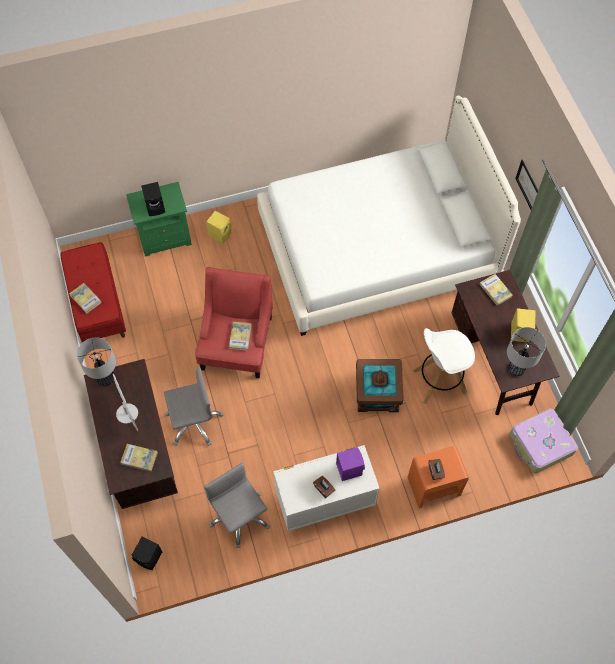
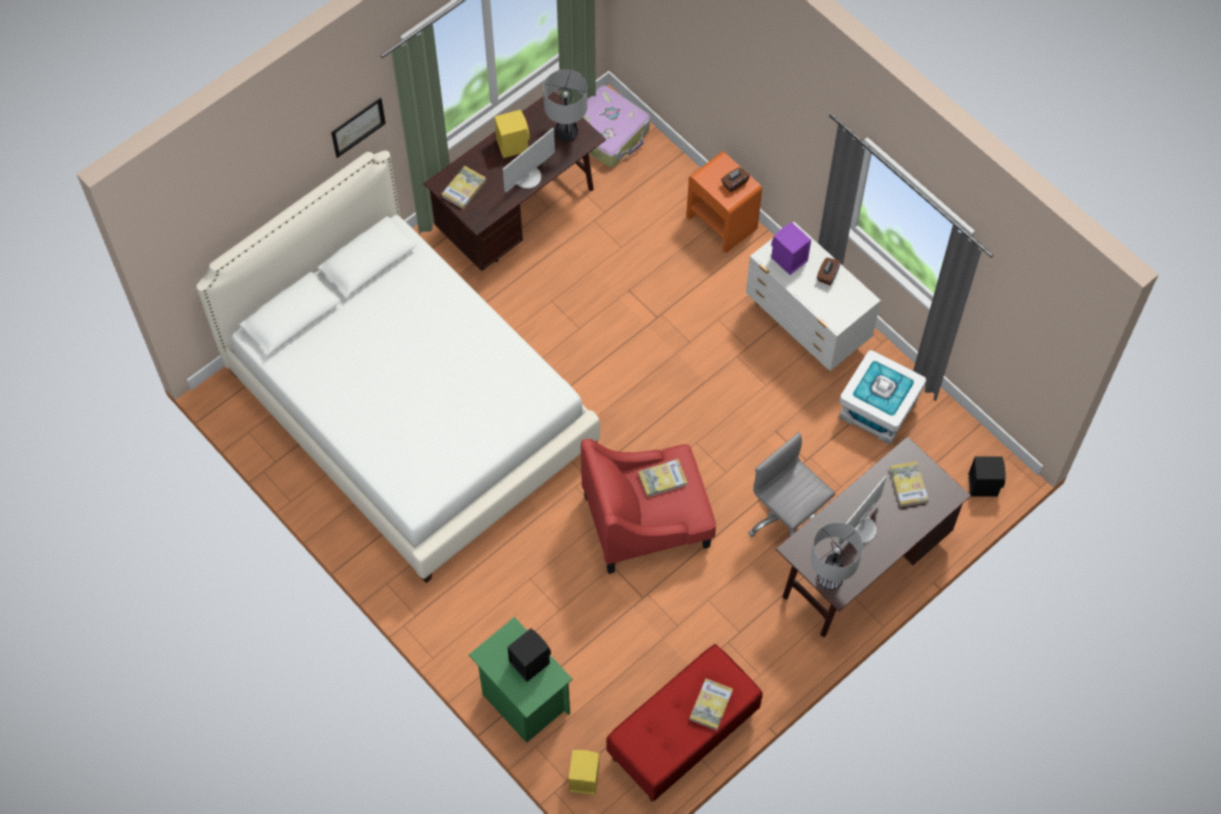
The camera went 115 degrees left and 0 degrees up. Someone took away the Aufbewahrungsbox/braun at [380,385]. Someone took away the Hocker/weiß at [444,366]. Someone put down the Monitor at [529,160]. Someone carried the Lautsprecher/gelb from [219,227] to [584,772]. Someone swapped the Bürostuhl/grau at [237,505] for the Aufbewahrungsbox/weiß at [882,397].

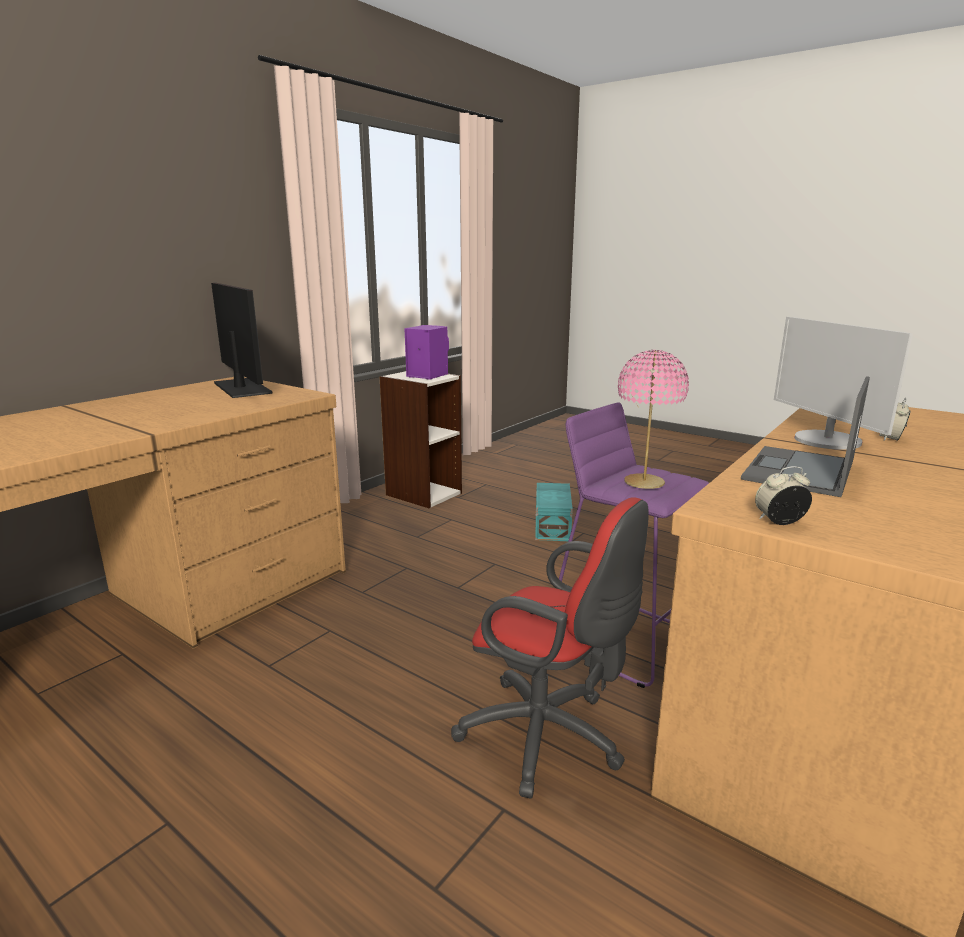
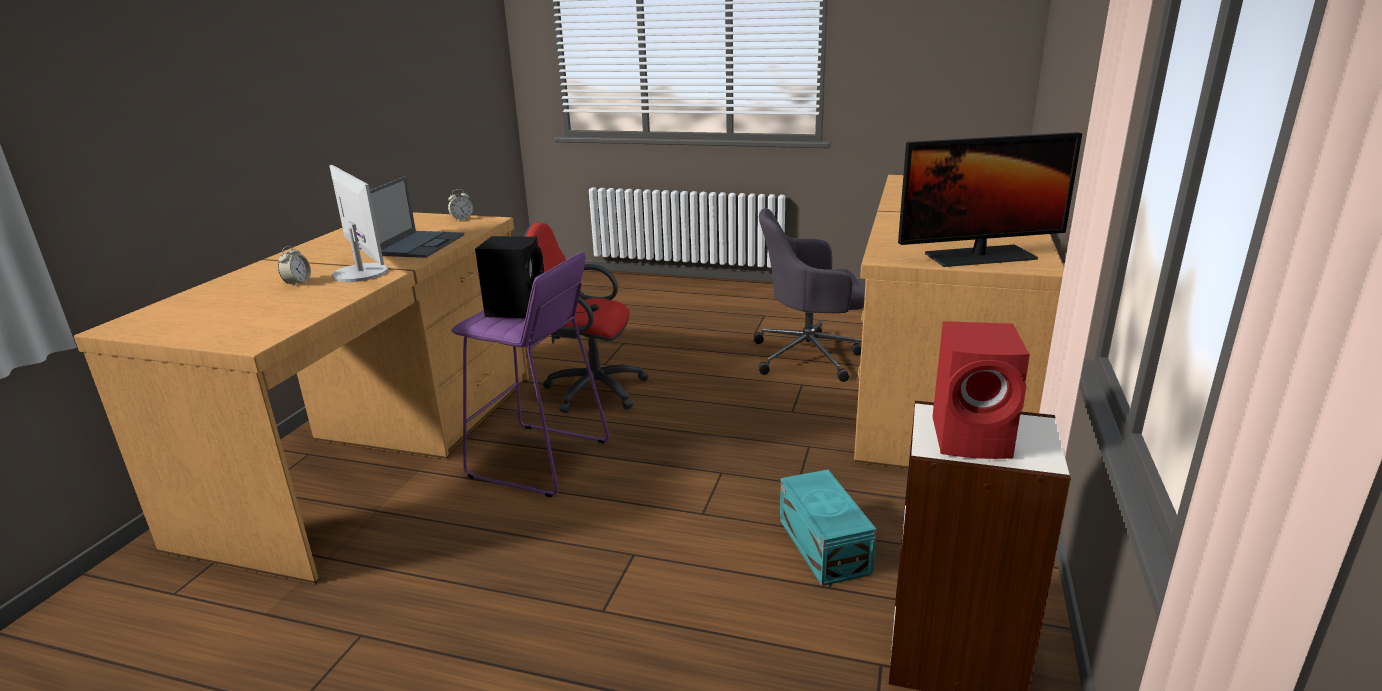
The camera went 160 degrees right and 5 degrees up. Someone put down the Bürostuhl/grau at [809,295]. Someone carried the Aufbewahrungsbox/türkis from [554,512] to [828,528]. Someone swapped the Tischlampe/rosa at [653,419] for the Lautsprecher/schwarz at [509,277]. Someone repainted the Lautsprecher/lila at [426,352], which became the Lautsprecher/rot at [981,390]. Someone rotated the Monitor at [242,340] by 45 degrees counterclockwise.

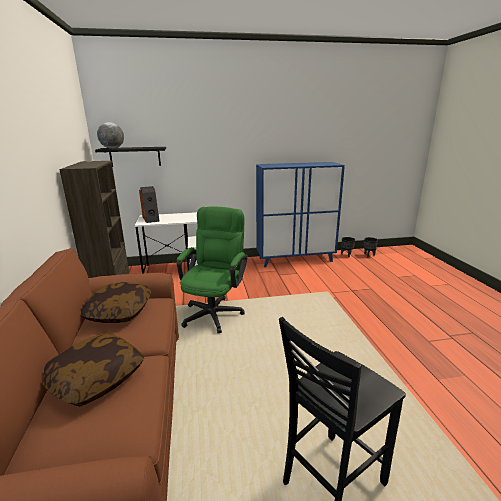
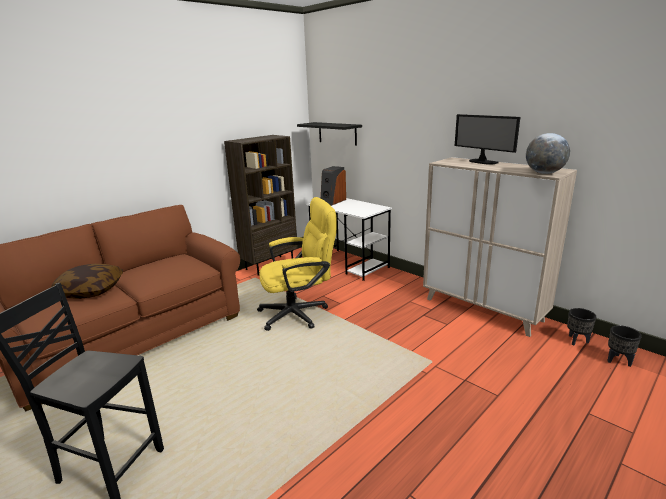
The camera went 55 degrees right and 0 degrees up. Someone took away the Kissen at [116,302]. Someone put down the Monitor at [487,139]. Someone carried the Globus from [110,135] to [548,153]. Someone repainted the Bürostuhl/grün at [212,270], which became the Bürostuhl/gelb at [297,264]. Someone repainted the Schrank/blau at [300,214], which became the Schrank/beige at [500,247].

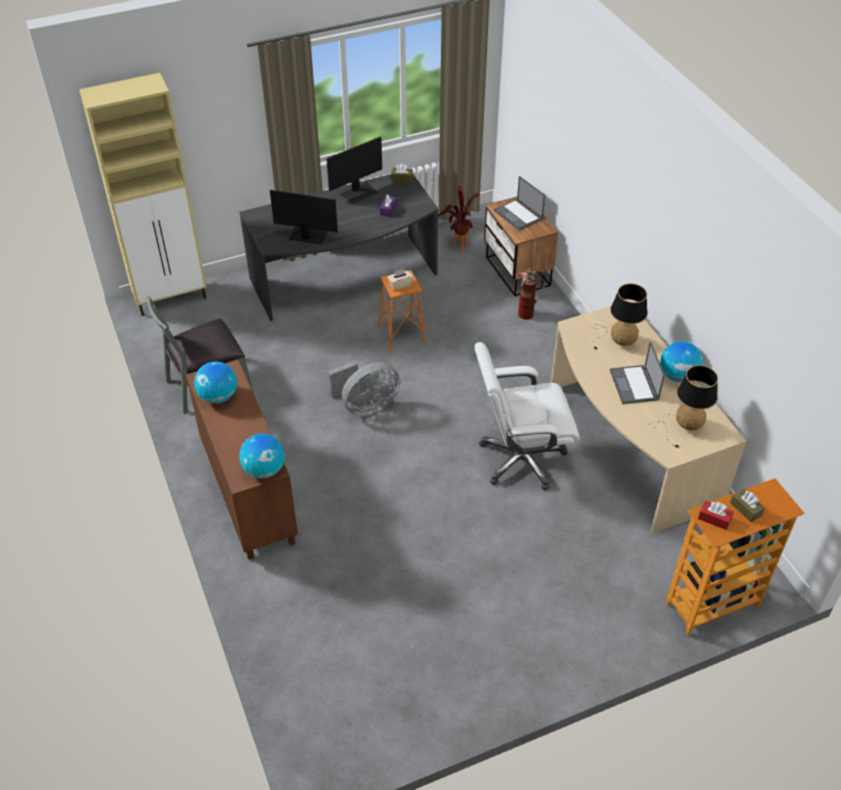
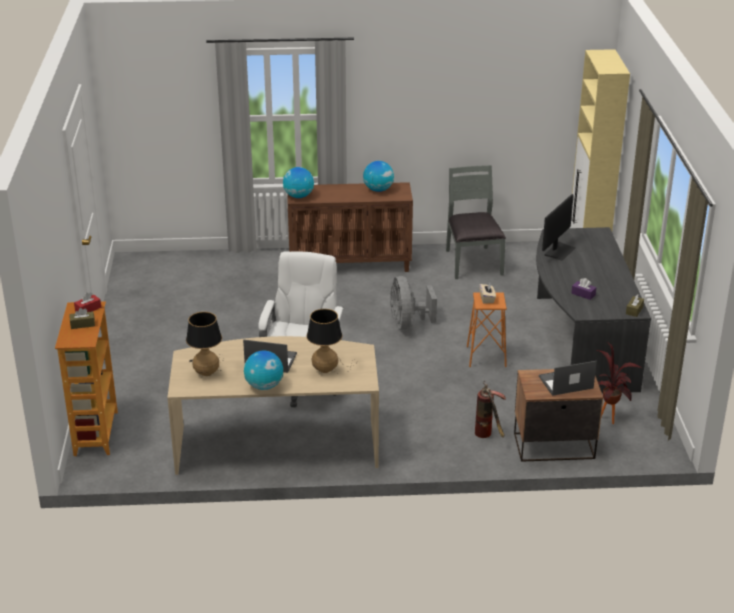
The camera went 110 degrees right and 15 degrees down. Someone took away the Monitor at [354,170].

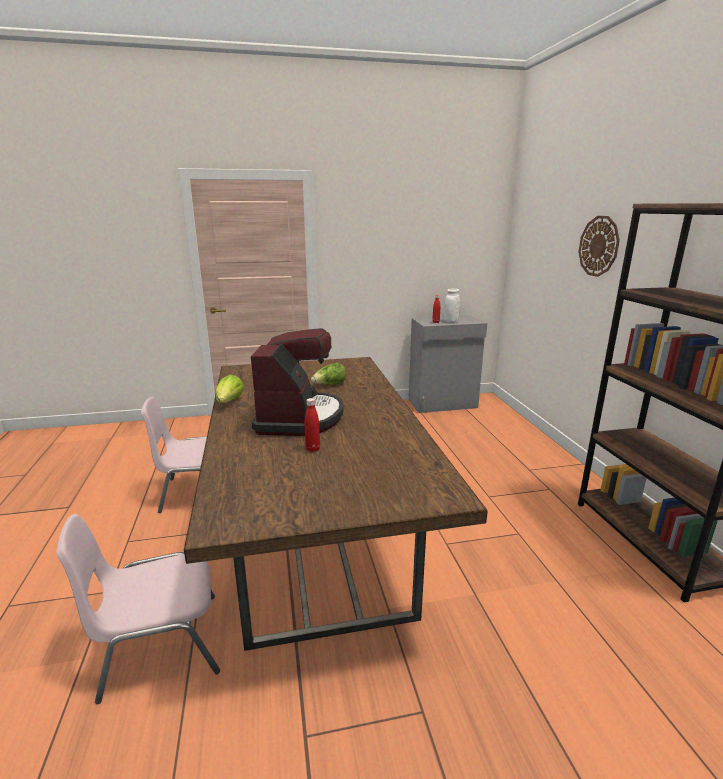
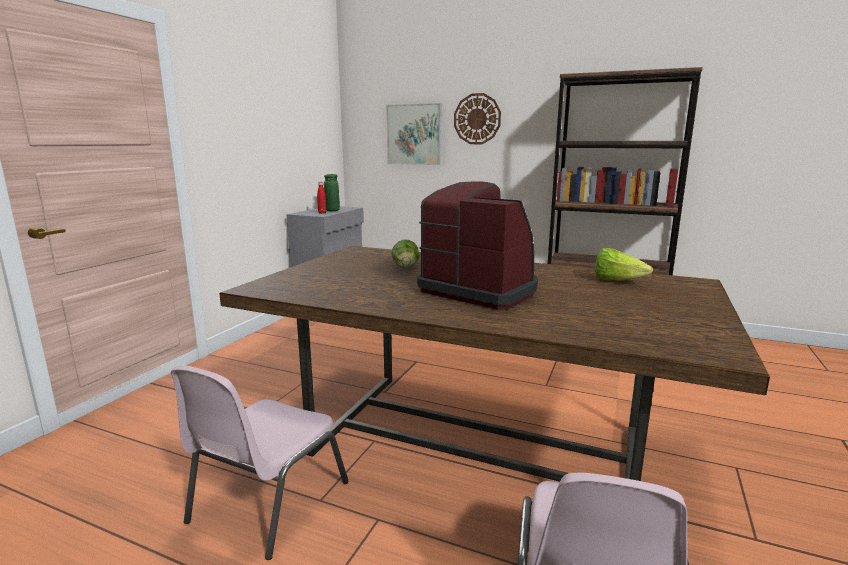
The camera went 55 degrees left and 5 degrees down. Someone took away the Flasche/rot at [312,425]. Someone put up the Bild at [414,134]. Someone carried the Salatkopf from [230,389] to [623,264]. Someone repainted the Vase/weiß at [452,305], which became the Vase/grün at [332,192].

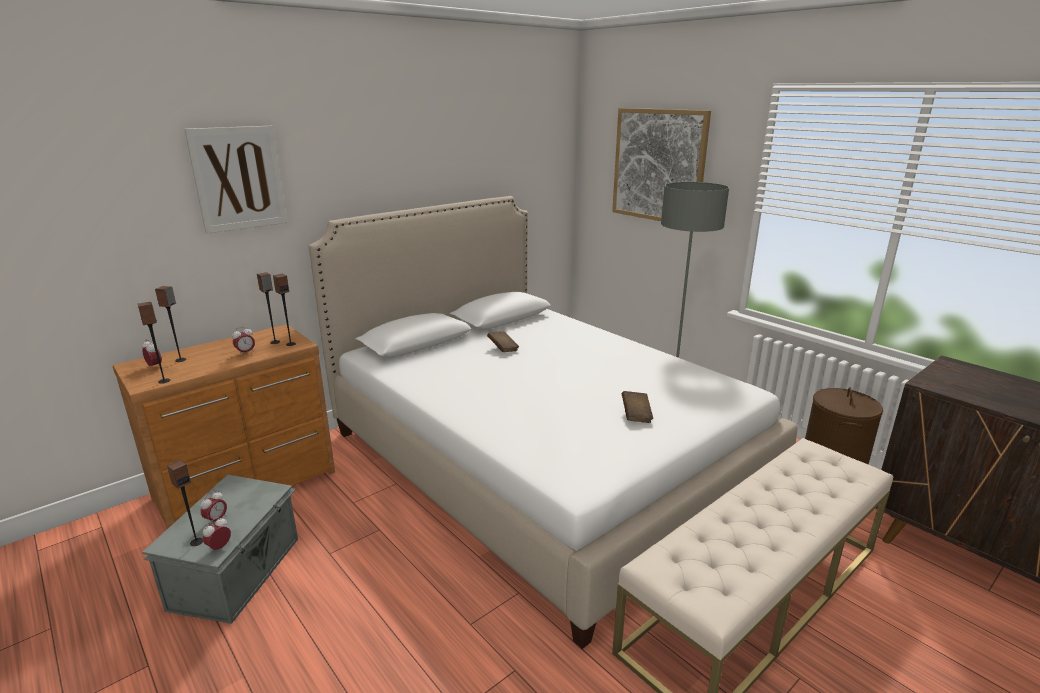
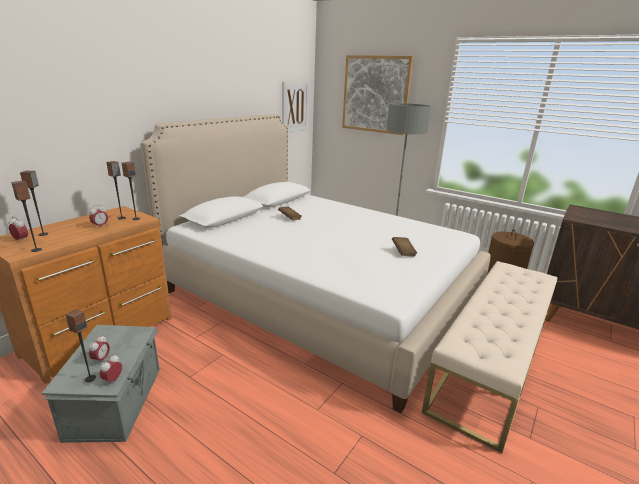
The camera went 15 degrees left and 0 degrees up. Someone carried the Bild from [235,180] to [295,107].

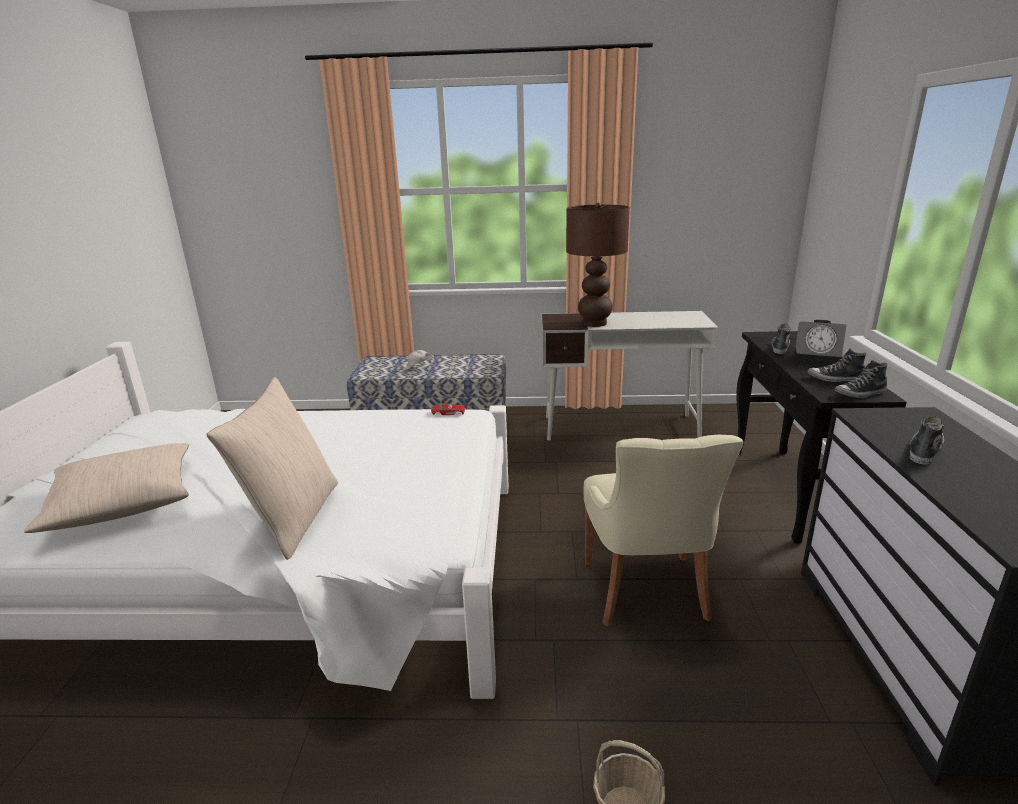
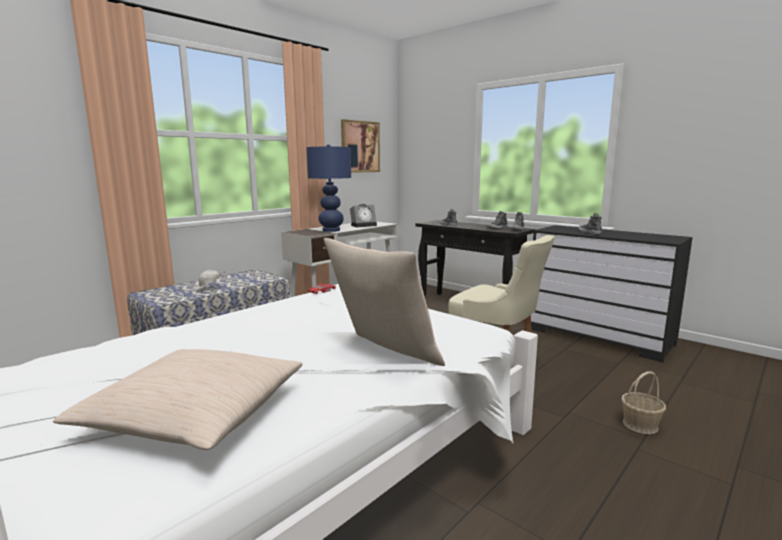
The camera went 50 degrees left and 10 degrees down. Someone put up the Bild at [360,146]. Someone carried the Wecker from [820,342] to [363,215]. Someone repainted the Tischlampe/braun at [598,265], which became the Tischlampe/blau at [328,188].

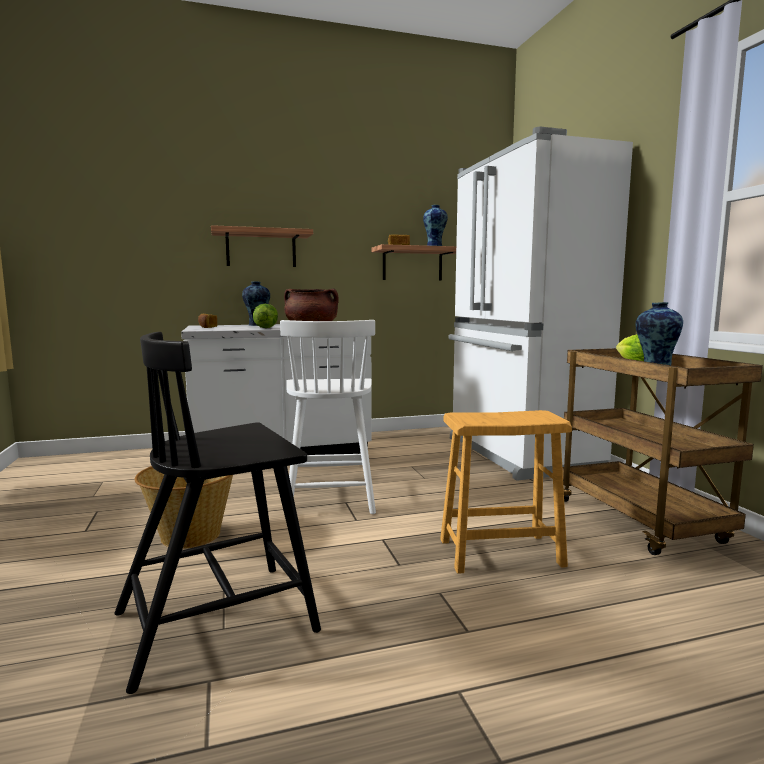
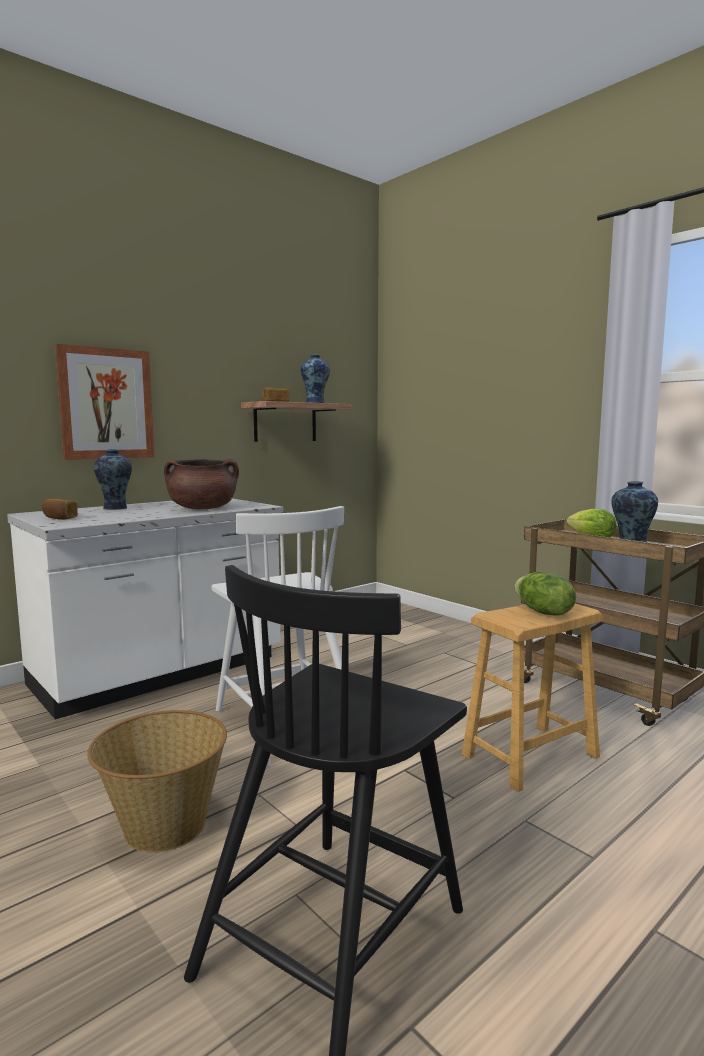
The camera went 25 degrees left and 0 degrees up. Someone took away the Kühlschrank/weiß at [541,304]. Someone carried the Salatkopf from [265,316] to [545,594]. Someone swapped the Wandregal at [262,246] for the Bild at [104,402].

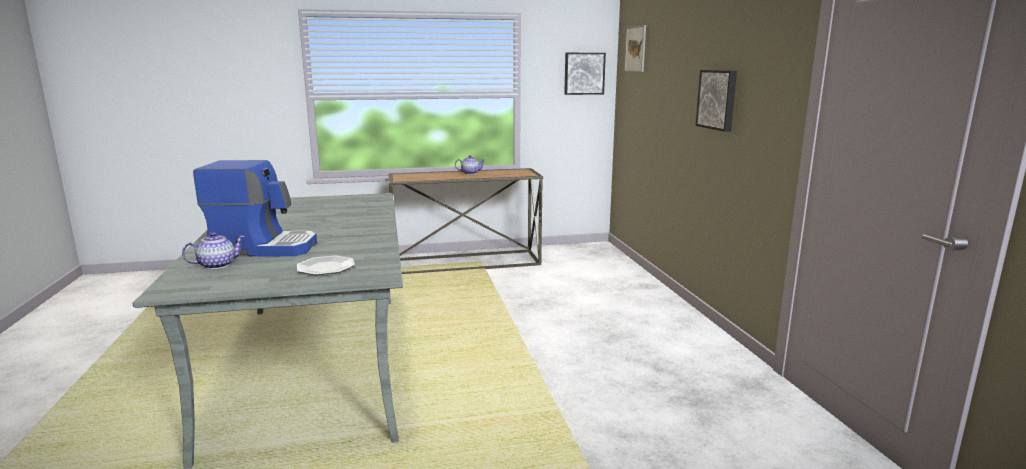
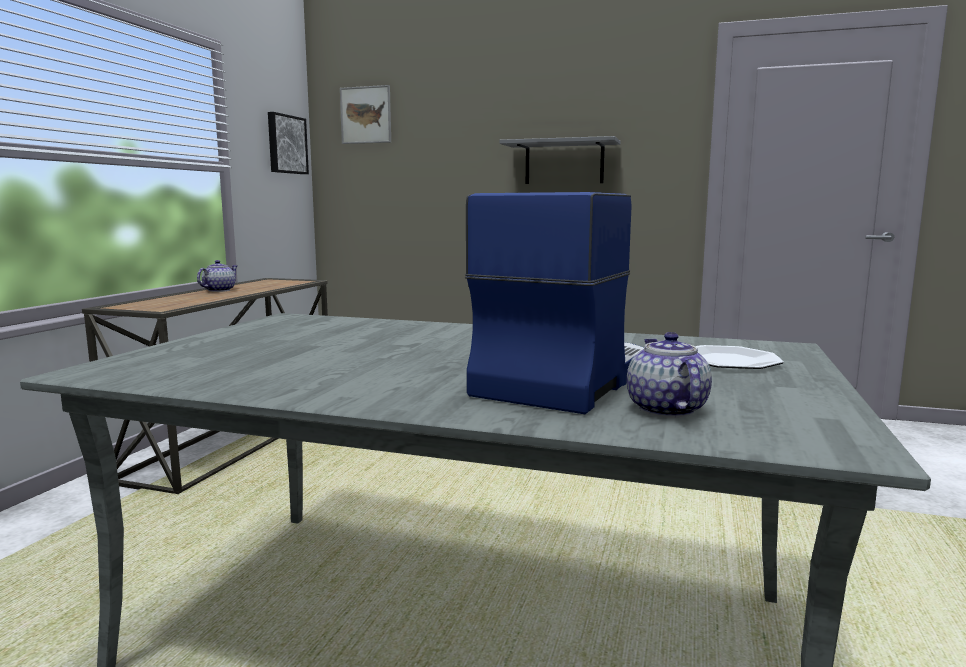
The camera went 60 degrees left and 5 degrees down. Someone swapped the Bild at [716,101] for the Wandregal/grau at [559,160].

